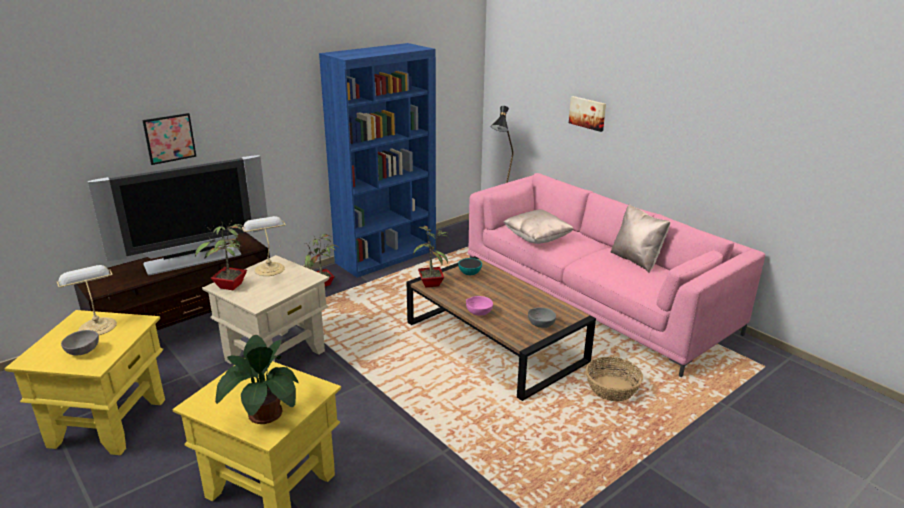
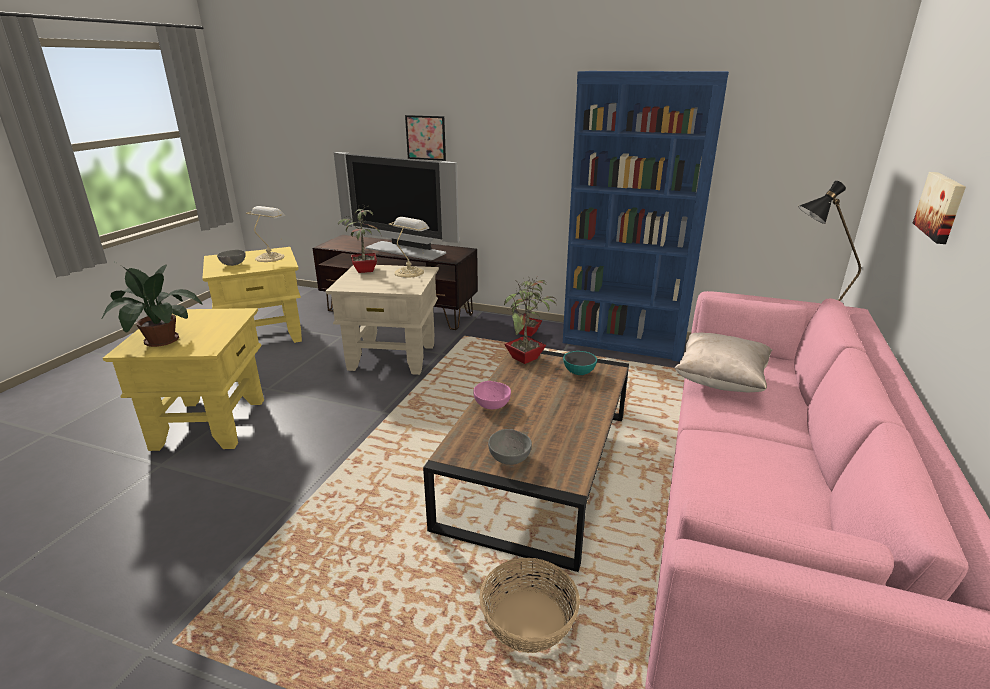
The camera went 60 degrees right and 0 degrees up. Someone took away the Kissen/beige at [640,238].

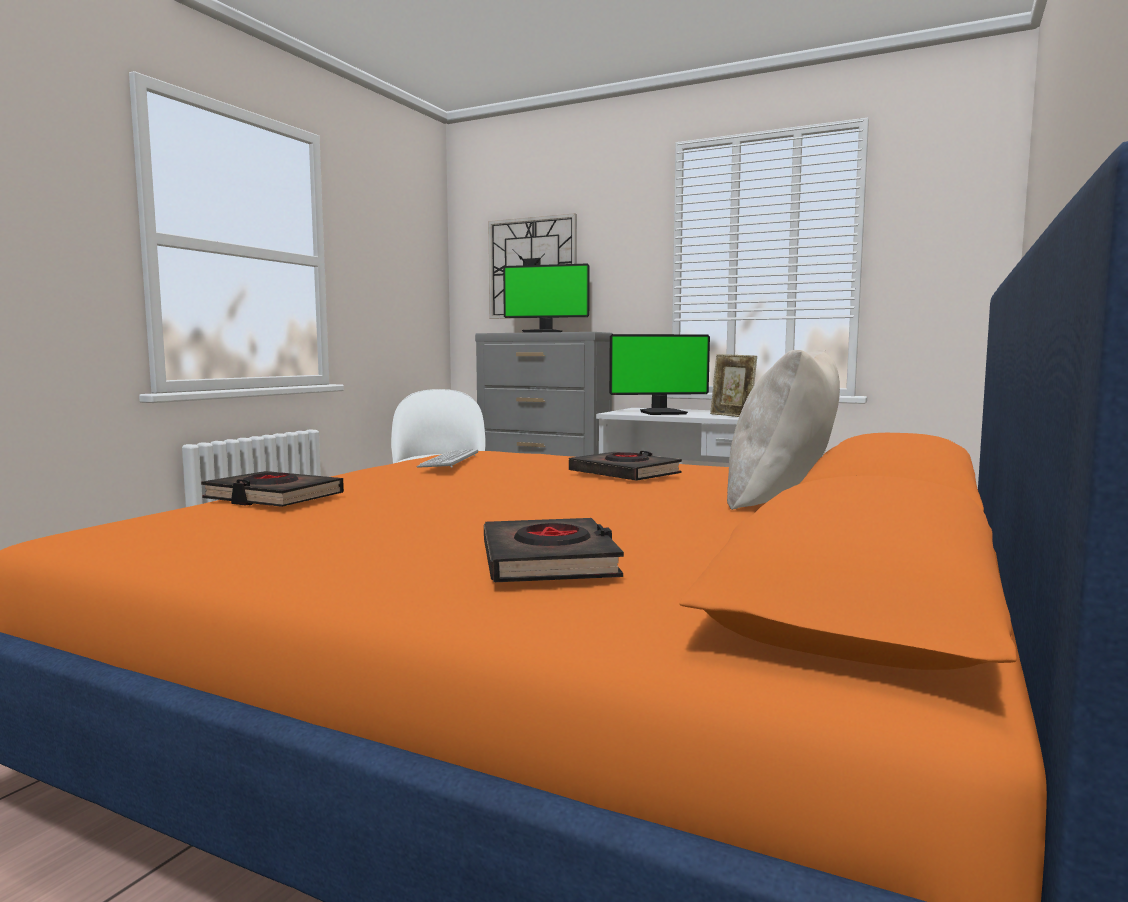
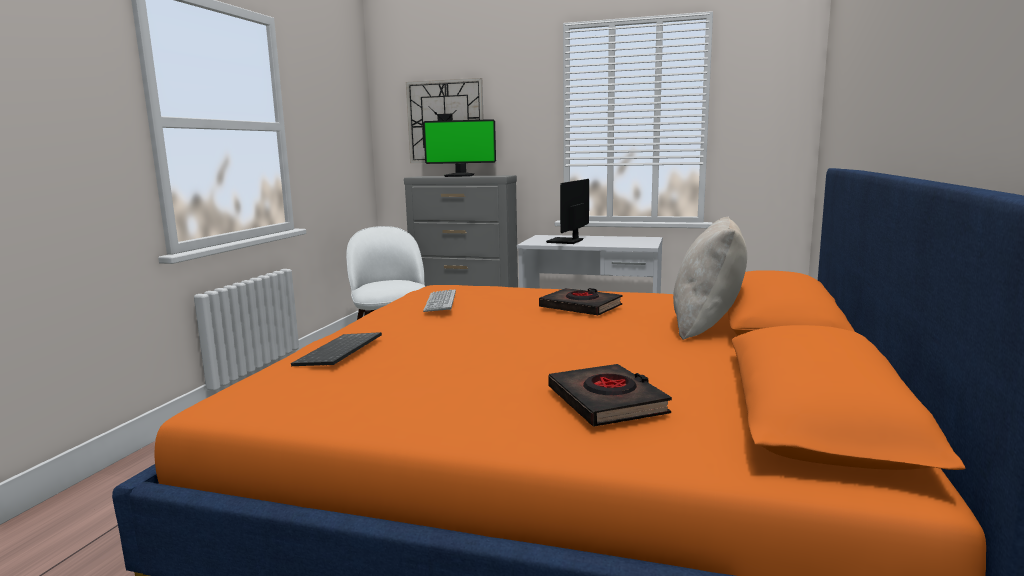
The camera went 10 degrees left and 5 degrees up. Someone took away the Bilderrahmen at [733,385]. Someone swapped the Buch/schwarz at [272,489] for the Tastatur at [336,349]. Someone rotated the Monitor at [659,374] by 135 degrees clockwise.

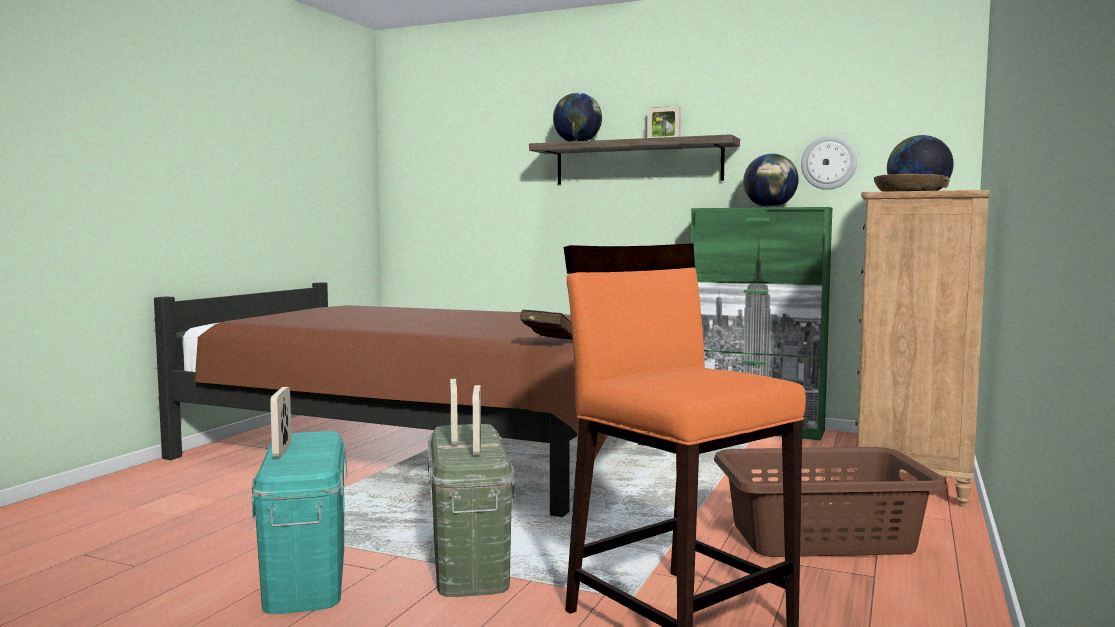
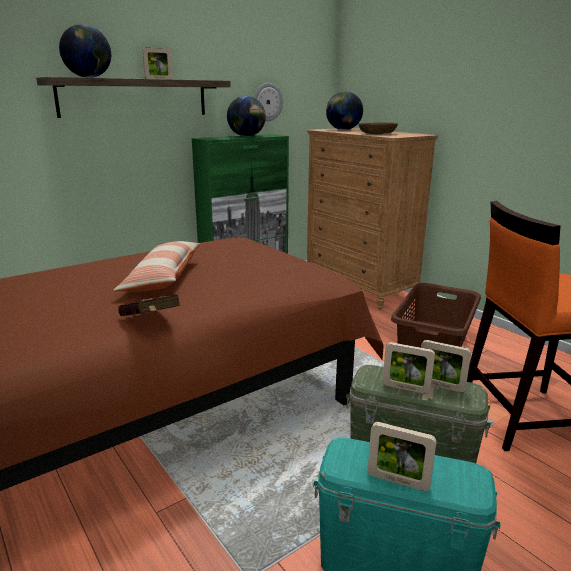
The camera went 60 degrees left and 15 degrees up. Someone put down the Kissen at [157,266]. Someone carried the Buch/rot from [546,324] to [149,305].

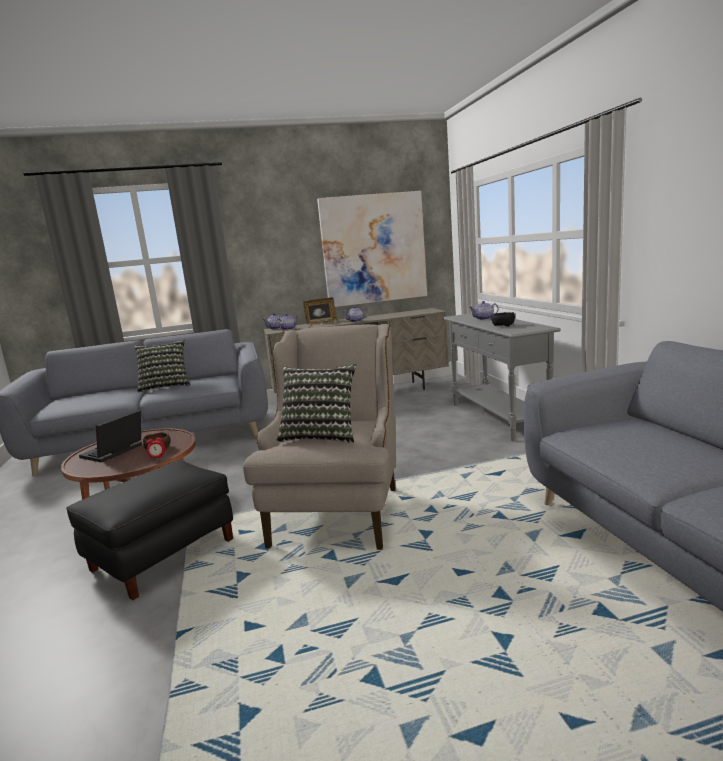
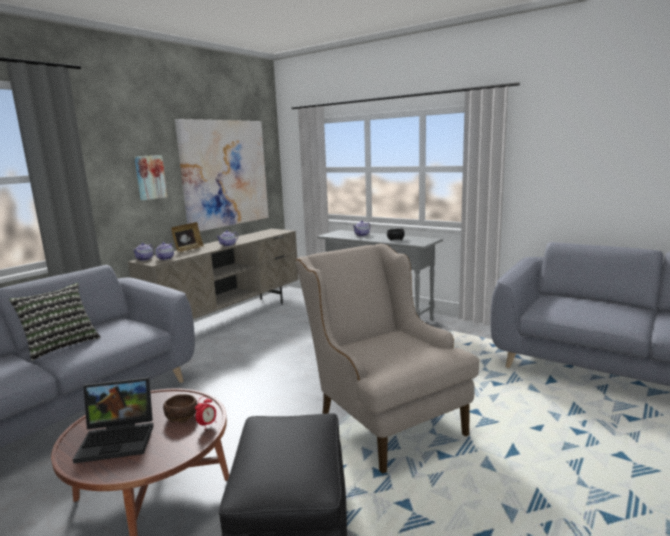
The camera went 40 degrees left and 0 degrees up. Someone took away the Kissen at [317,403]. Someone put up the Bild at [150,177]. Someone rotated the Laptop at [110,436] by 90 degrees counterclockwise.

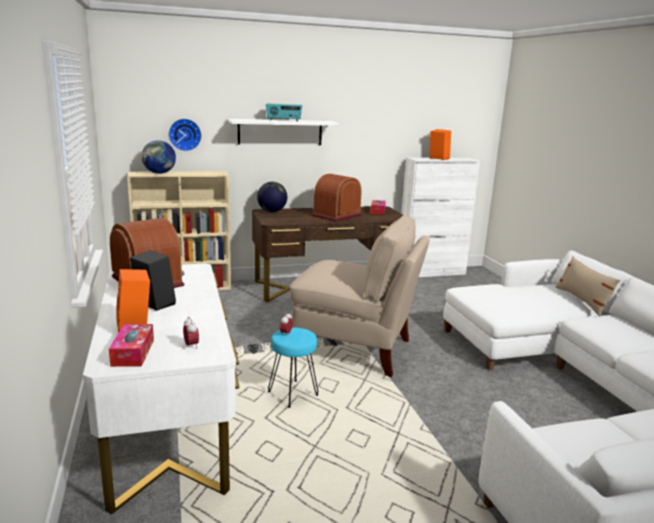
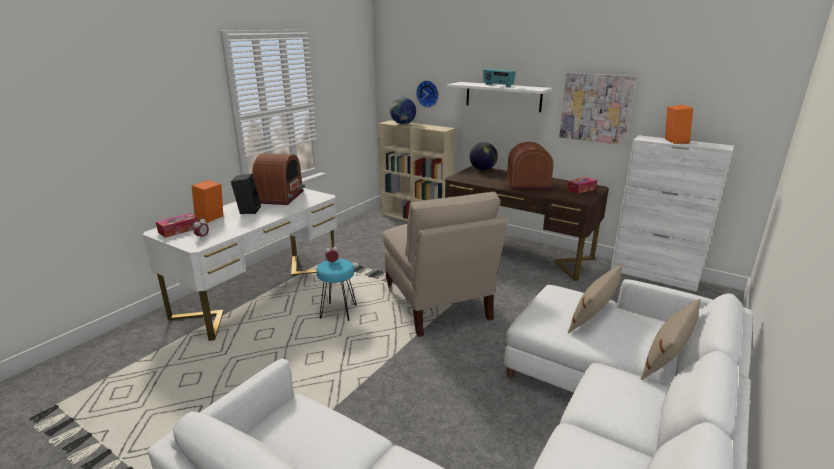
The camera went 50 degrees right and 5 degrees up. Someone put up the Bild at [597,109]. Someone put down the Kissen/beige at [595,298].

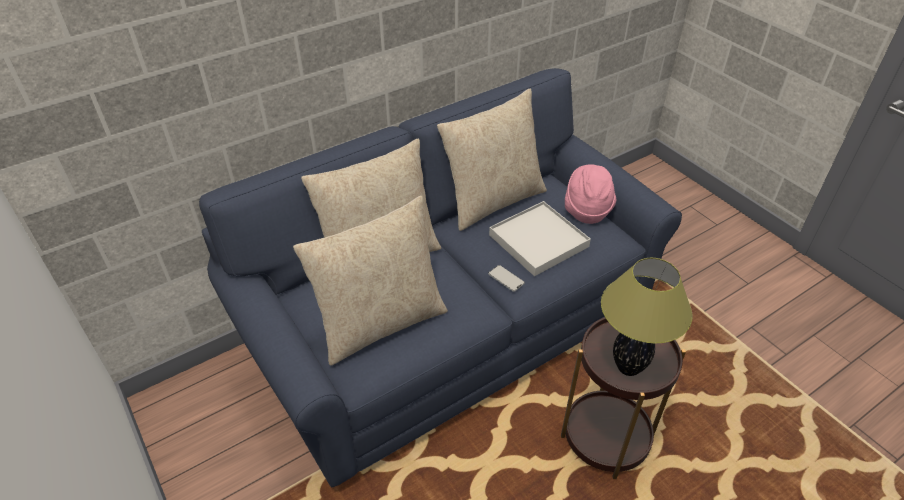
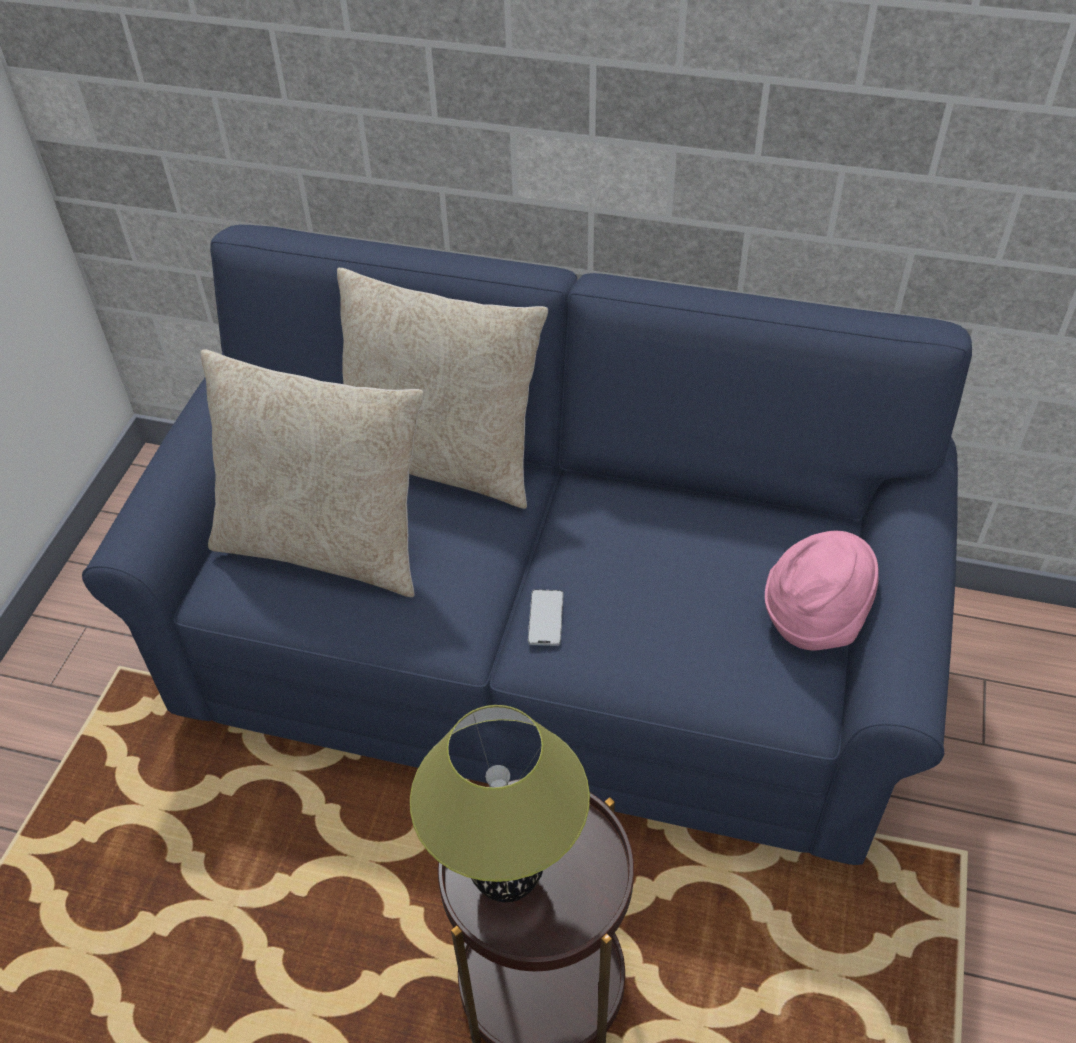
The camera went 50 degrees right and 5 degrees up. Someone took away the Kissen/beige at [492,159]. Someone took away the Tablett/weiß at [540,238].

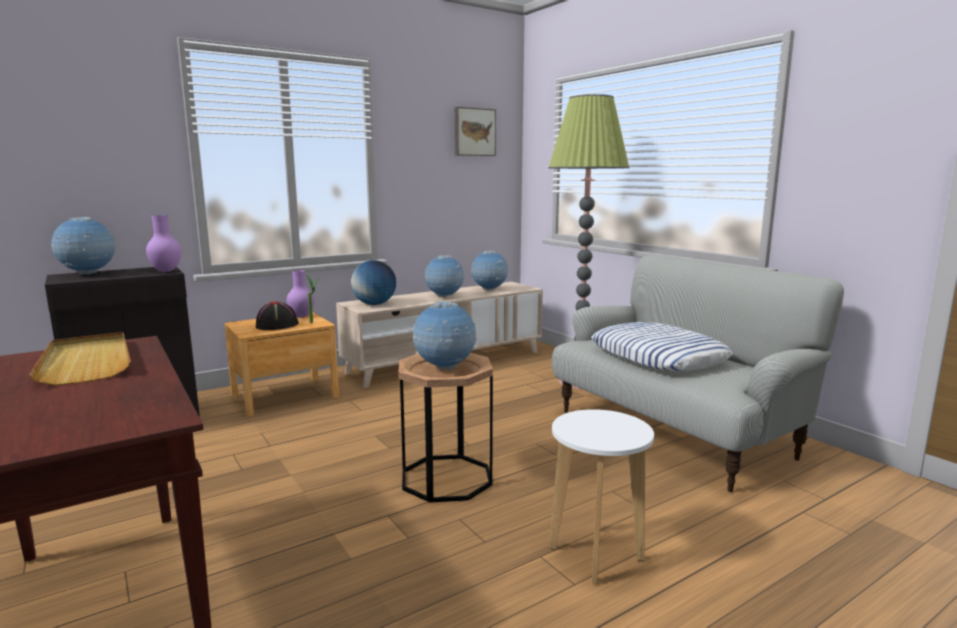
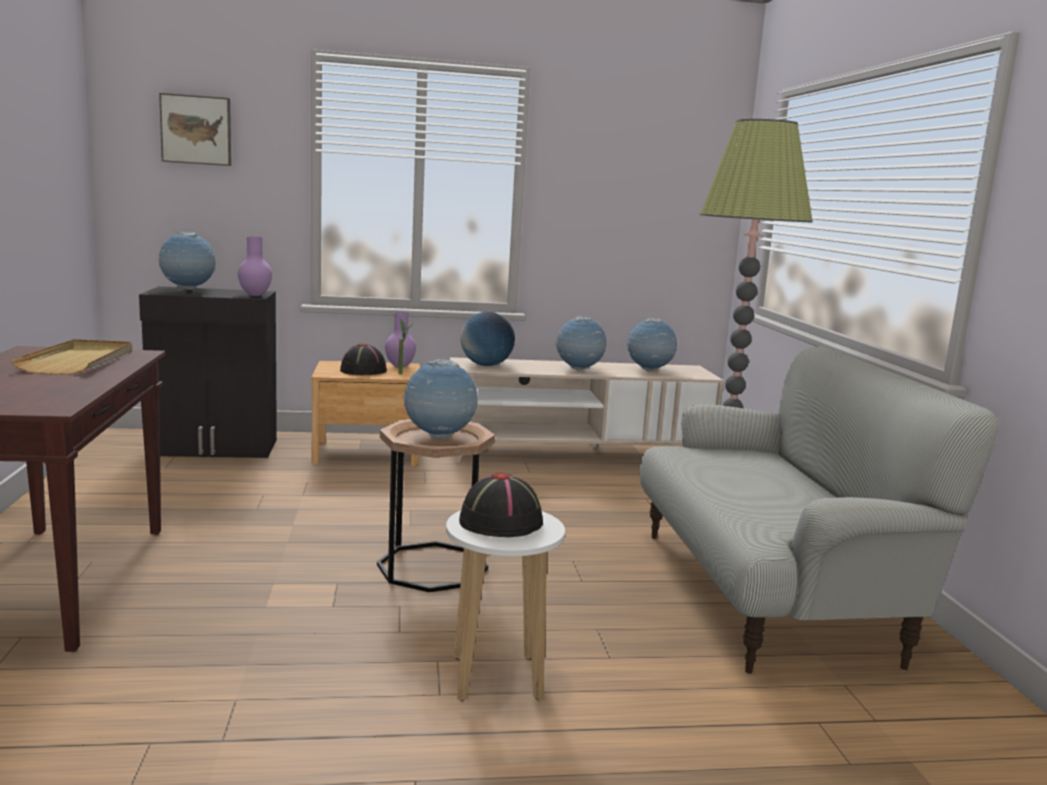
The camera went 25 degrees right and 0 degrees up. Someone took away the Kissen at [662,347]. Someone put down the Hut/schwarz at [501,504]. Someone carried the Bild from [475,131] to [195,129].

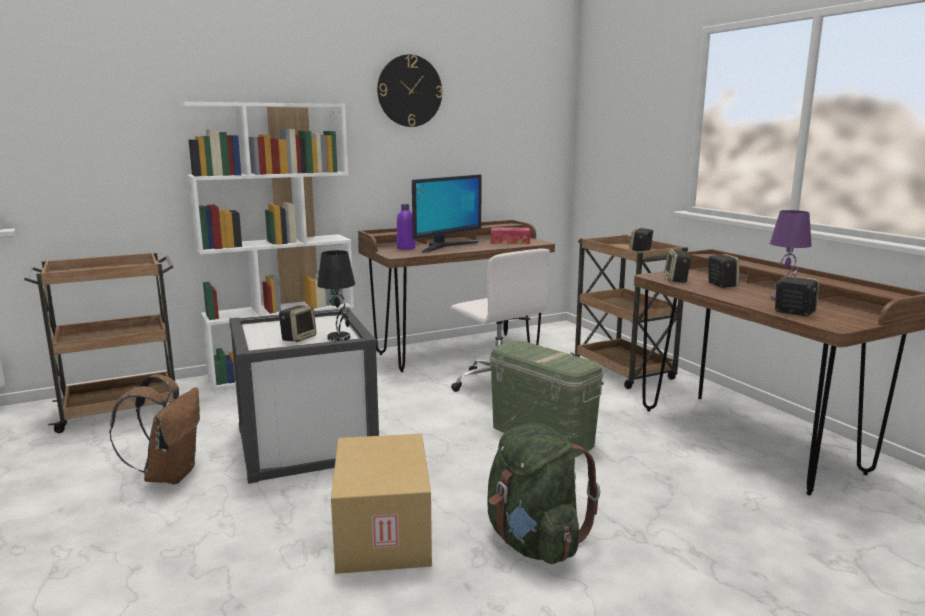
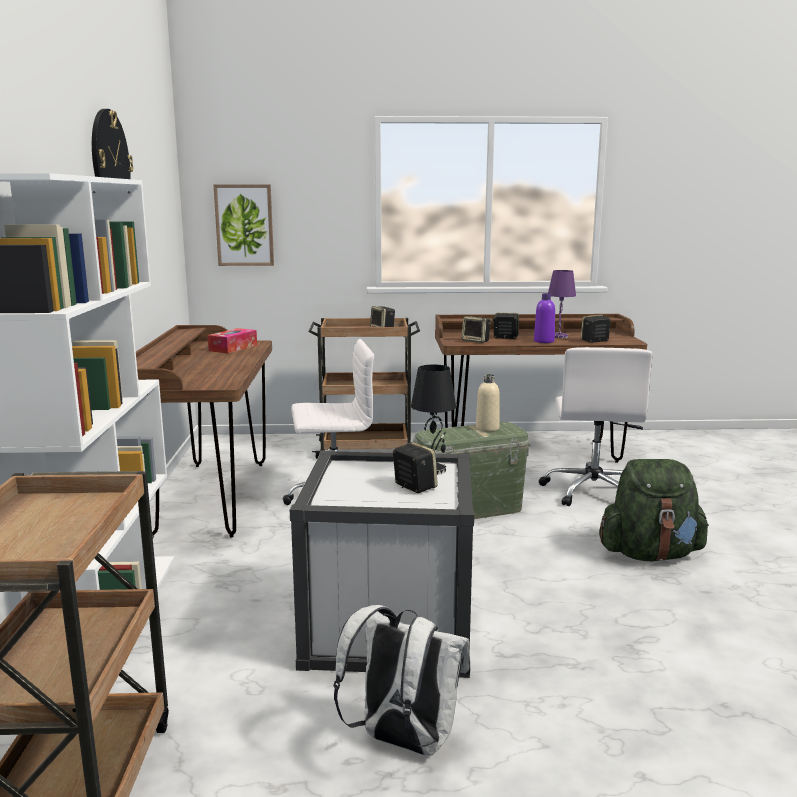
The camera went 65 degrees left and 0 degrees up. Someone took away the Karton at [381,504]. Someone took away the Monitor at [447,213]. Someone put up the Bild at [243,225]. Someone put down the Flasche/beige at [488,403]. Someone put down the Bürostuhl/weiß at [596,426]. Someone carried the Flasche/lila from [406,227] to [544,318]. Someone repainted the Rucksack/braun at [154,429], which became the Rucksack/weiß at [402,680].

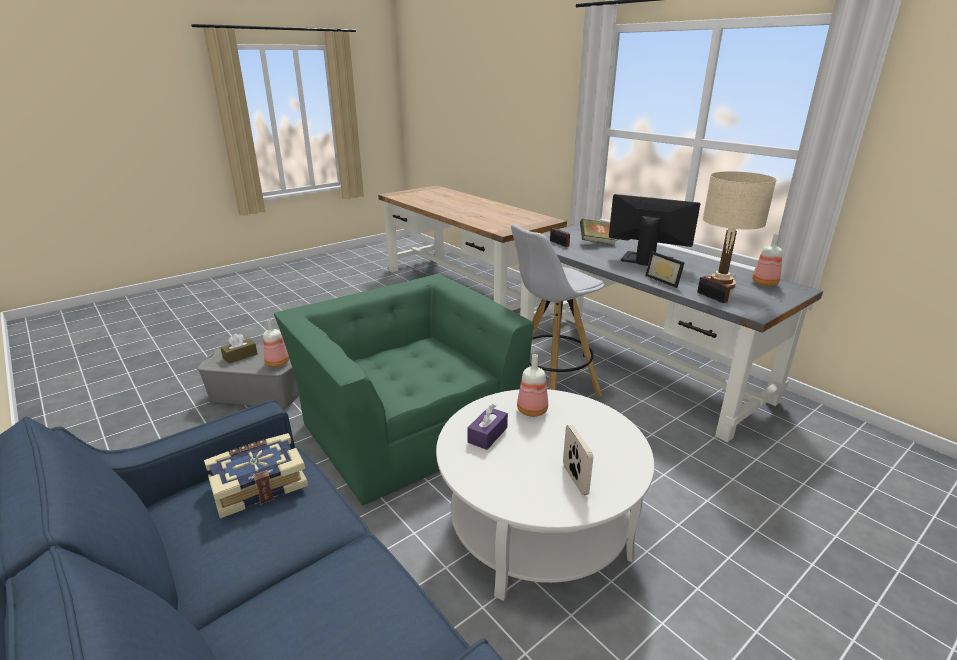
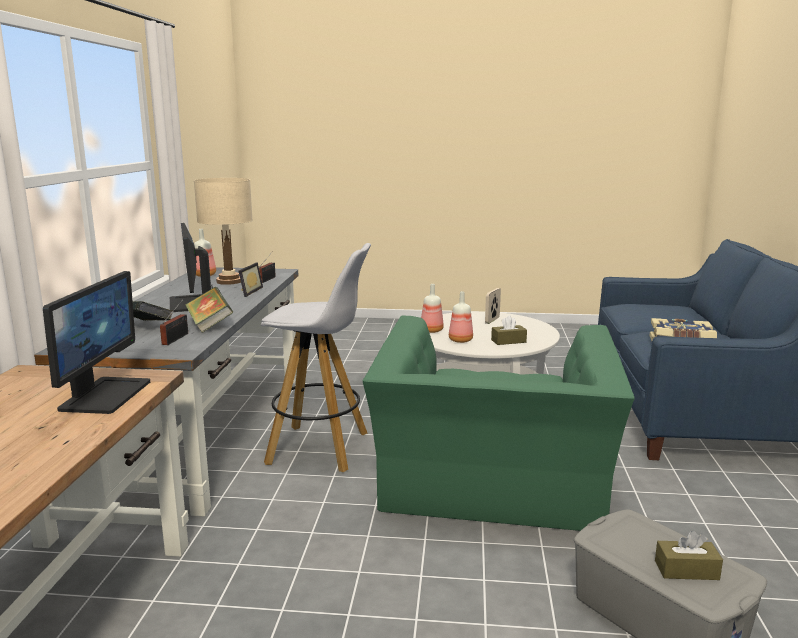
The camera went 135 degrees left and 10 degrees down. Someone put down the Monitor at [96,342]. Someone put down the Buch at [209,310]. Someone carried the Flasche from [276,343] to [432,308]. Someone repainted the Taschentuchbox/lila at [487,427], which became the Taschentuchbox/braun at [509,330].

